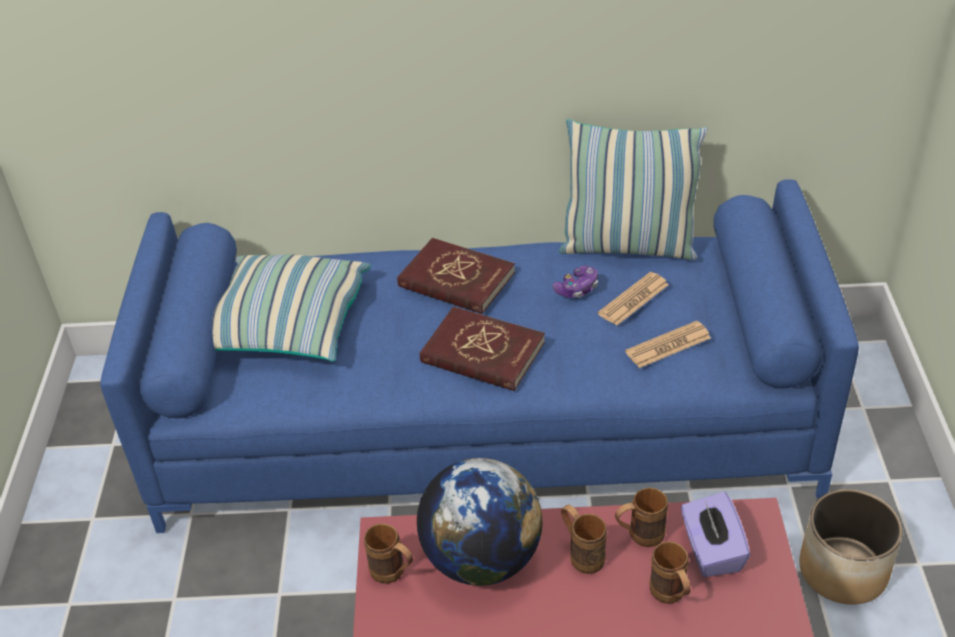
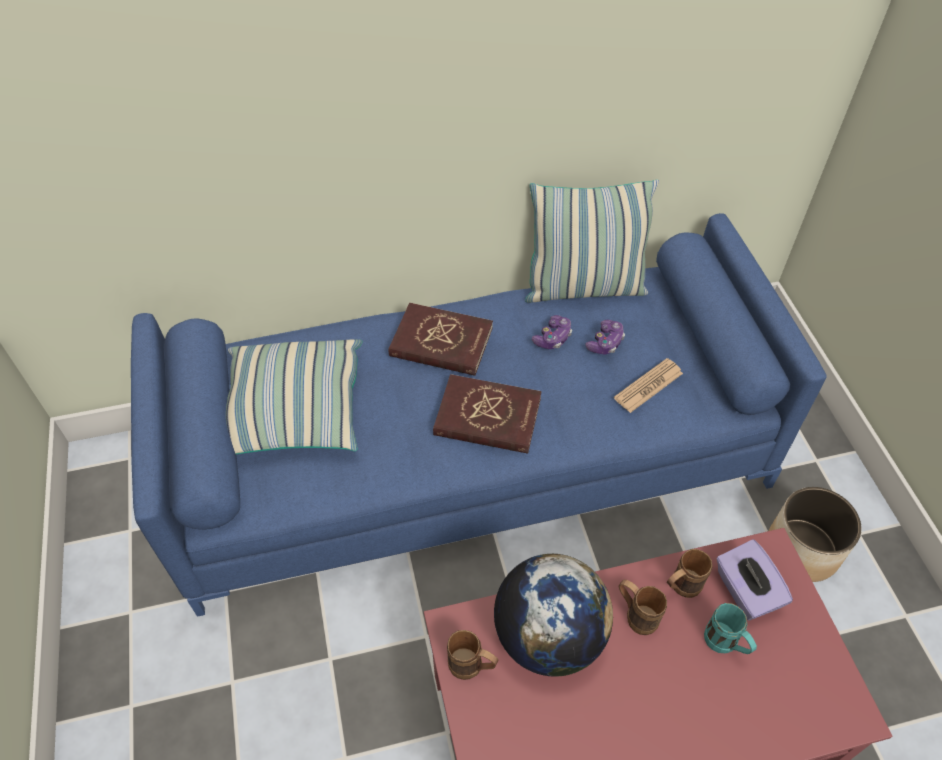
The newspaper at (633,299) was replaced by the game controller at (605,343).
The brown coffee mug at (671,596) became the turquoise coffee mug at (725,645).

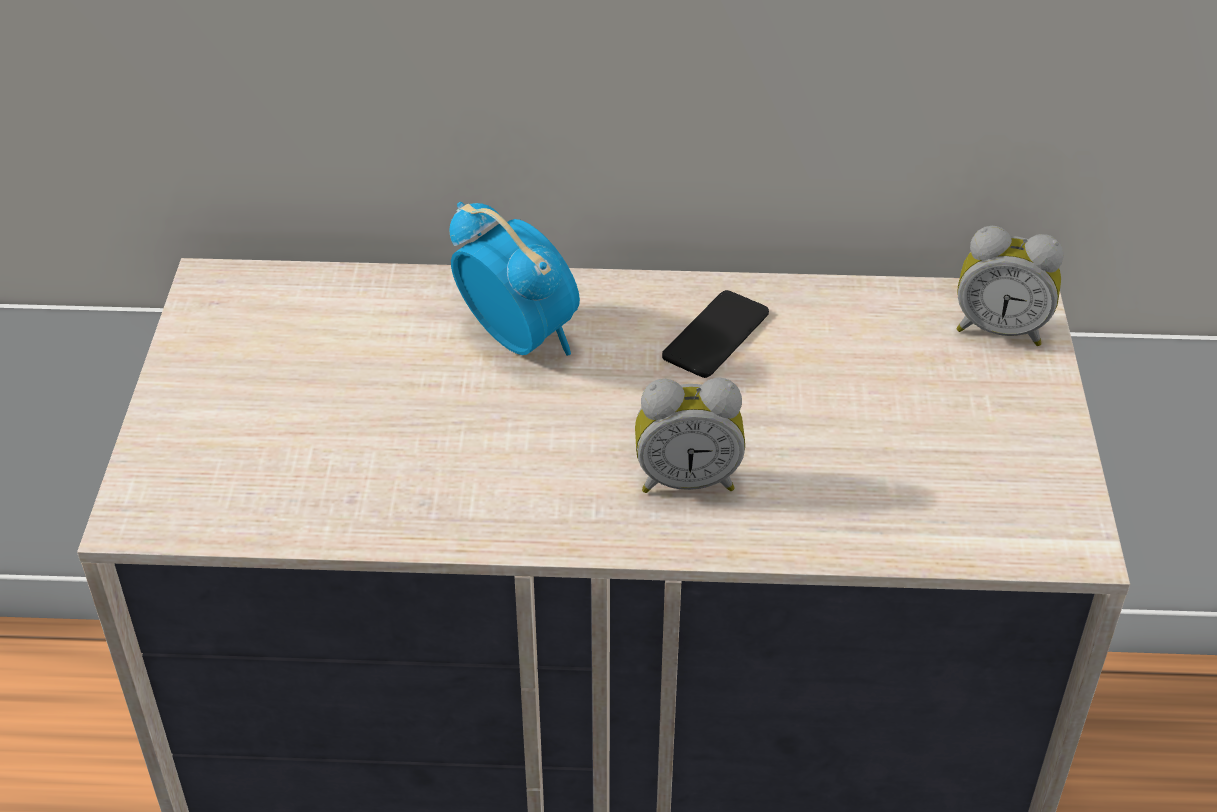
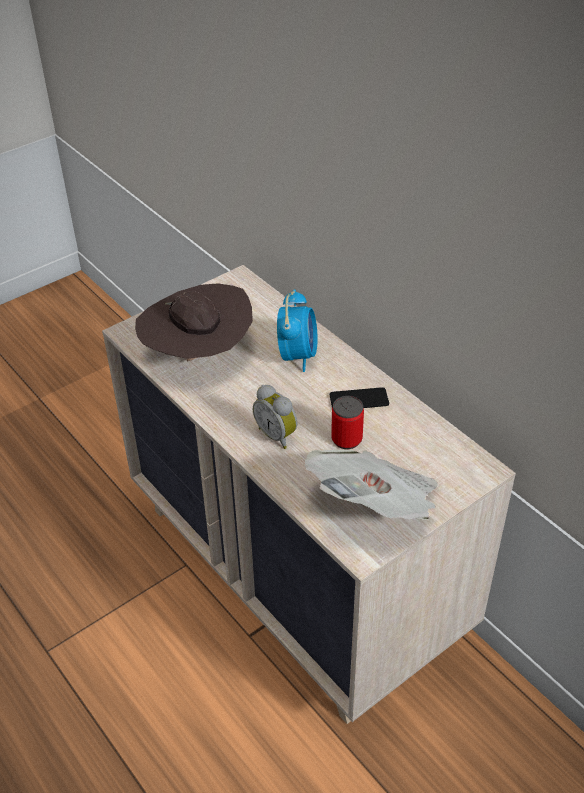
The table clock at (1000,328) disappeared.
The brown hat at (198,356) appeared.
The newspaper at (376,505) appeared.
The can at (346,439) appeared.

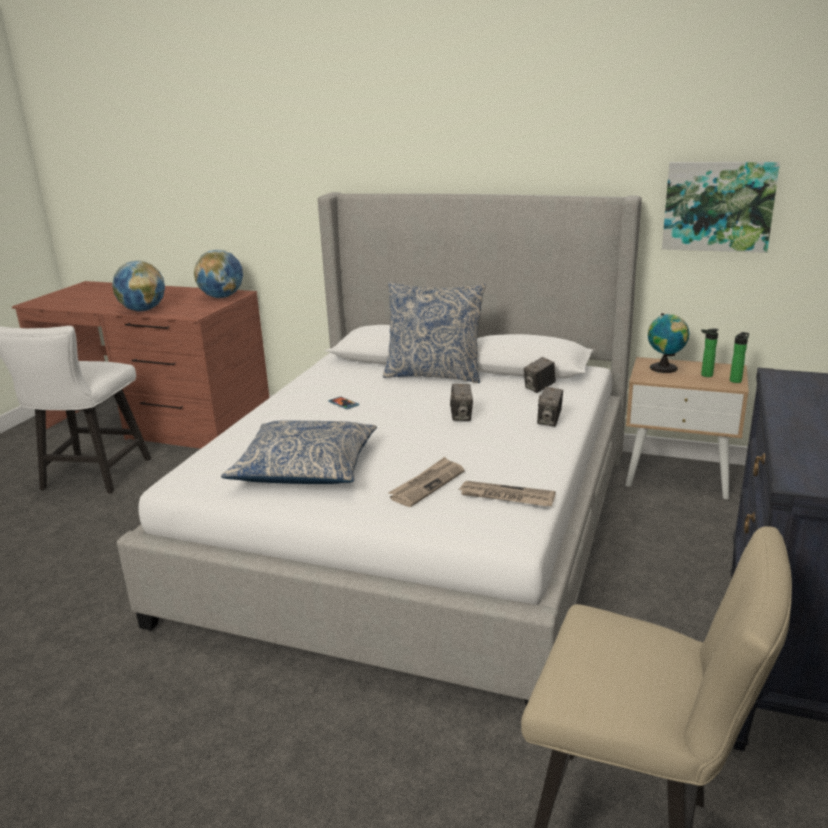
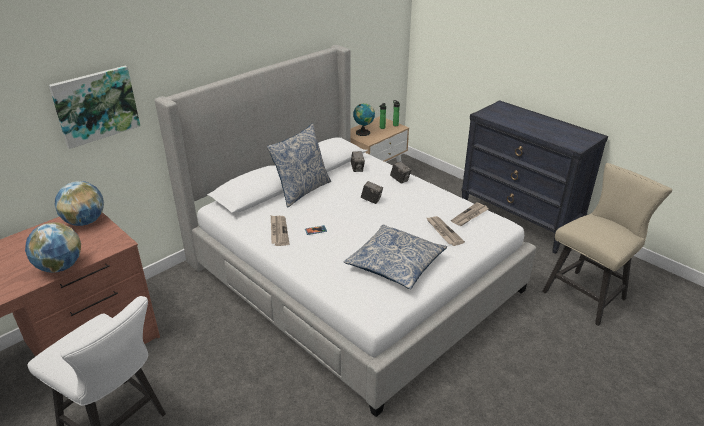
The wall picture moved from (718,206) to (96,105).
The newspaper at (278,231) appeared.

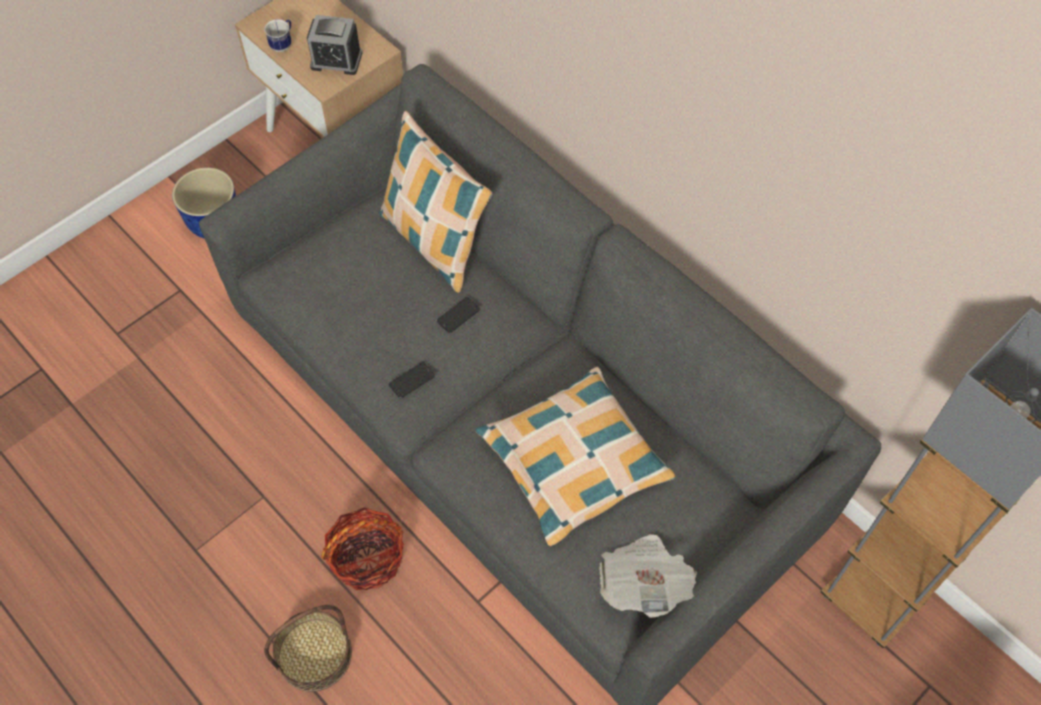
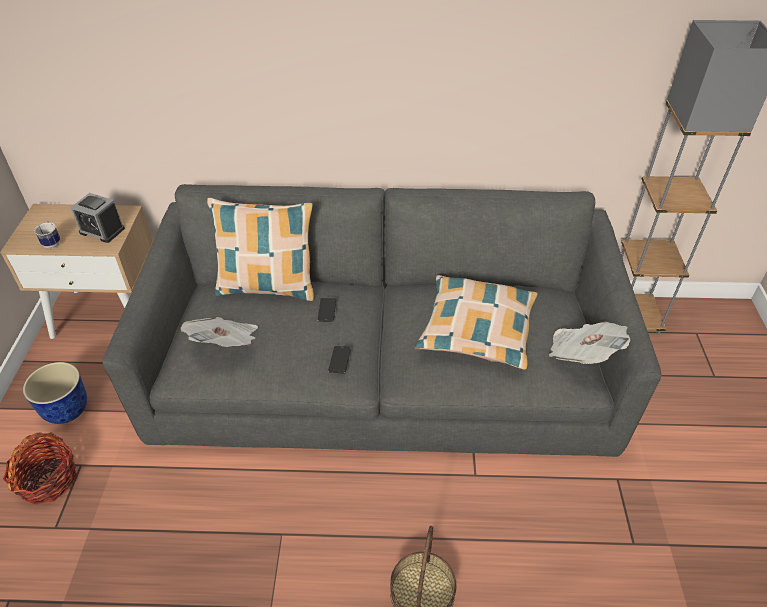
The table clock at (336,60) turned 60 degrees clockwise.
The household basket moved from (367,558) to (48,480).
The newspaper at (226,344) appeared.

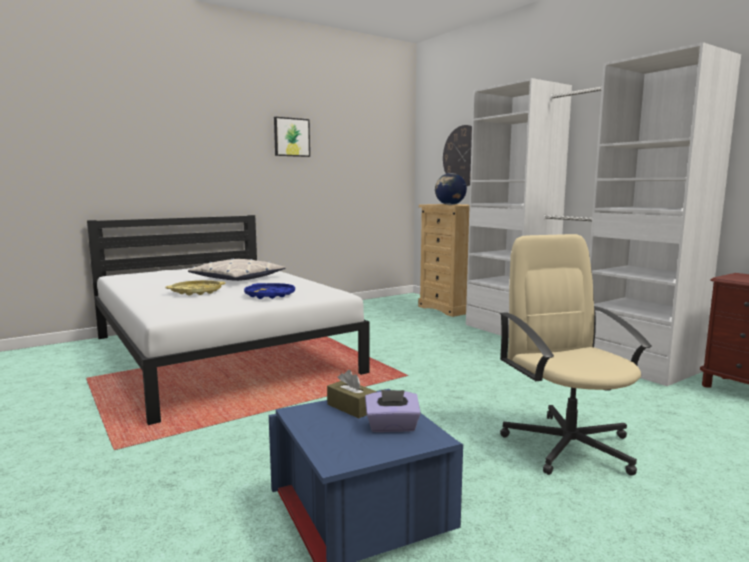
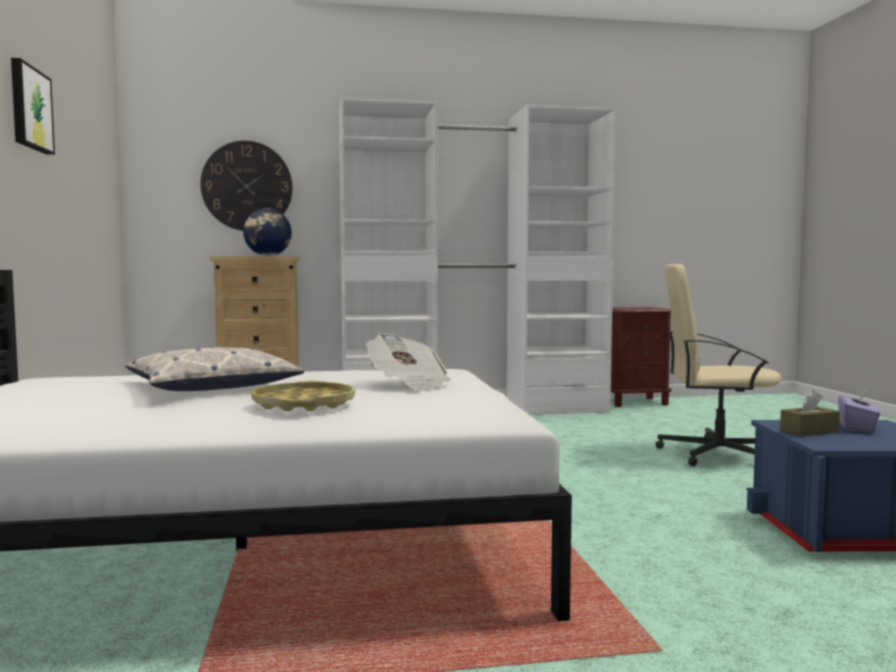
The blue serving tray at (270,295) was replaced by the newspaper at (408,385).

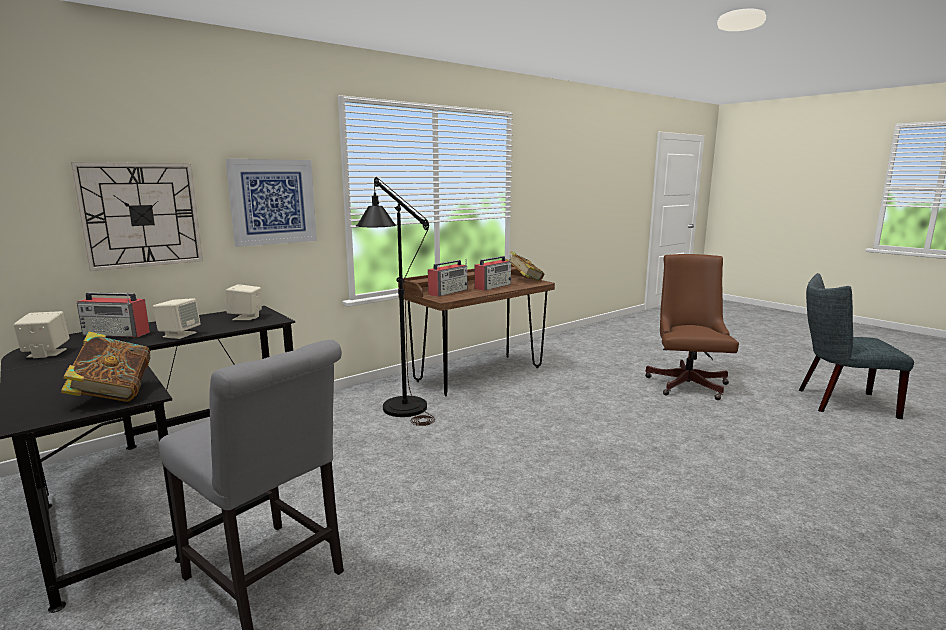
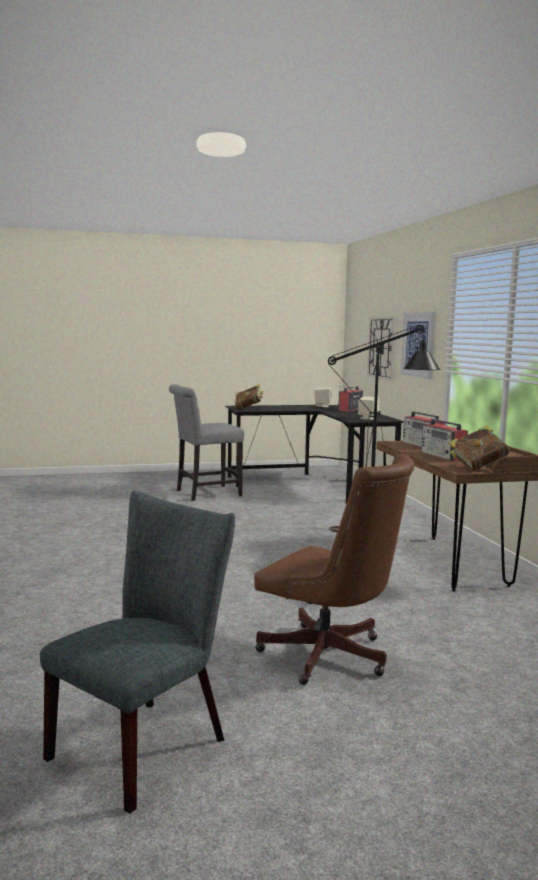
The sand-coloured audio speaker at (179,335) disappeared.

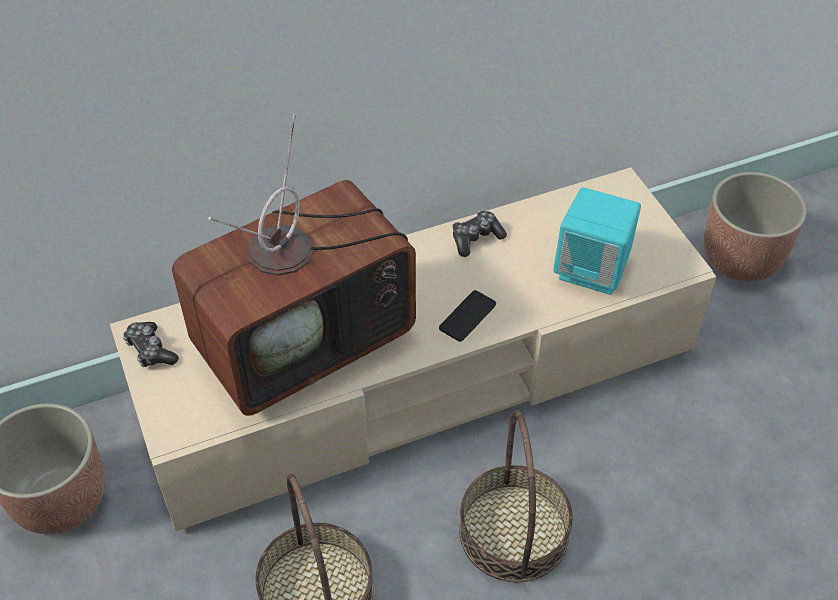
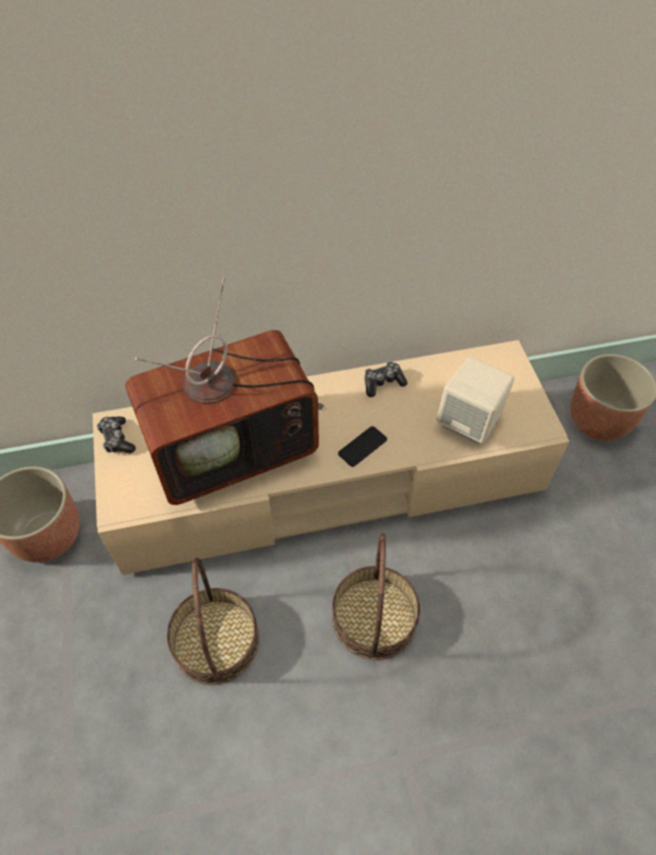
The turquoise audio speaker at (592,270) became the sand-coloured audio speaker at (469,422).

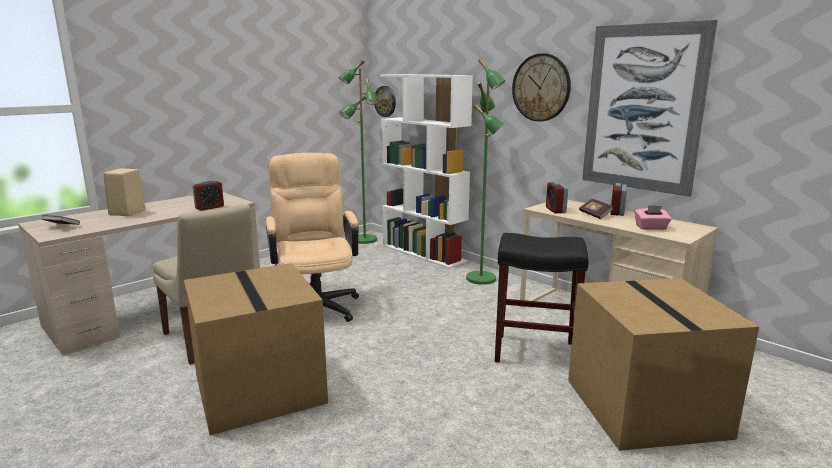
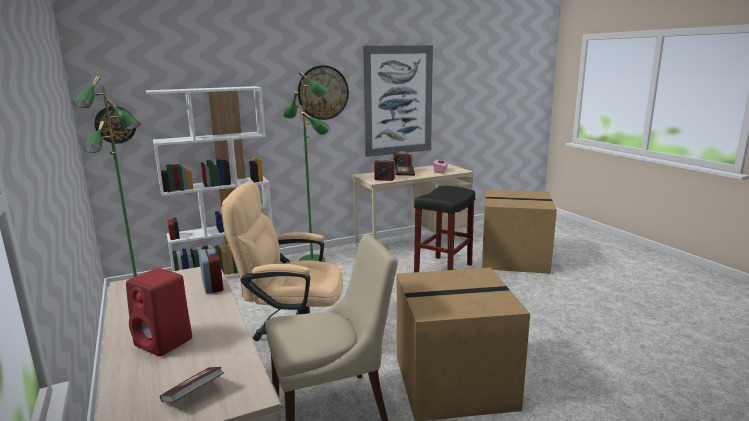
The sand-coloured audio speaker at (127,213) became the reddish audio speaker at (165,342).

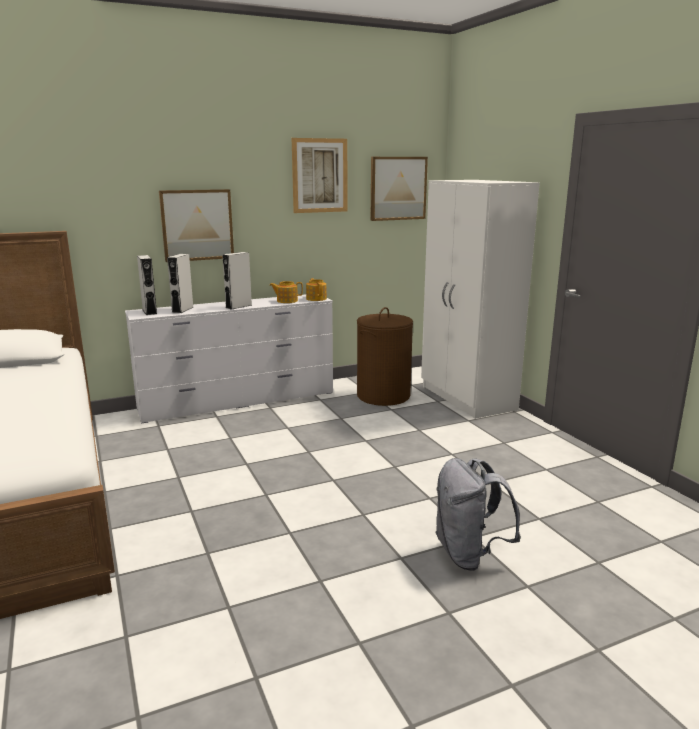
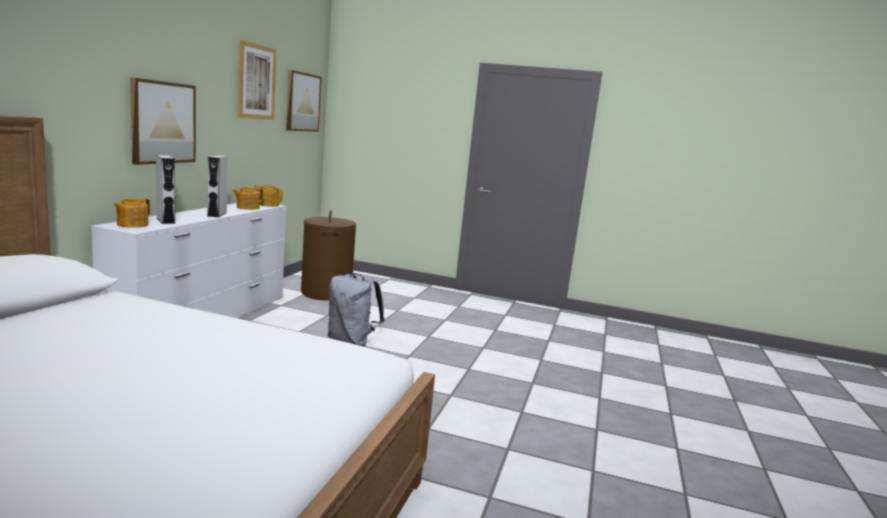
The grey audio speaker at (149,311) was replaced by the pot for tea at (131,225).
The white armoire at (467,398) disappeared.
The grey backpack moved from (469,555) to (351,341).

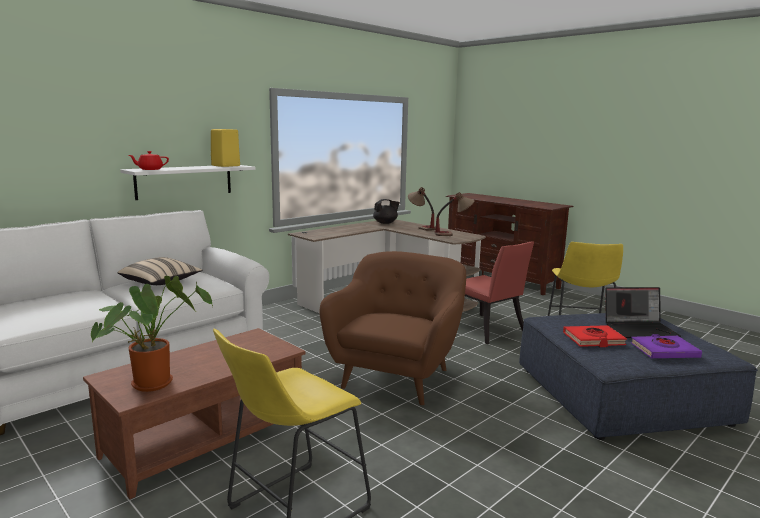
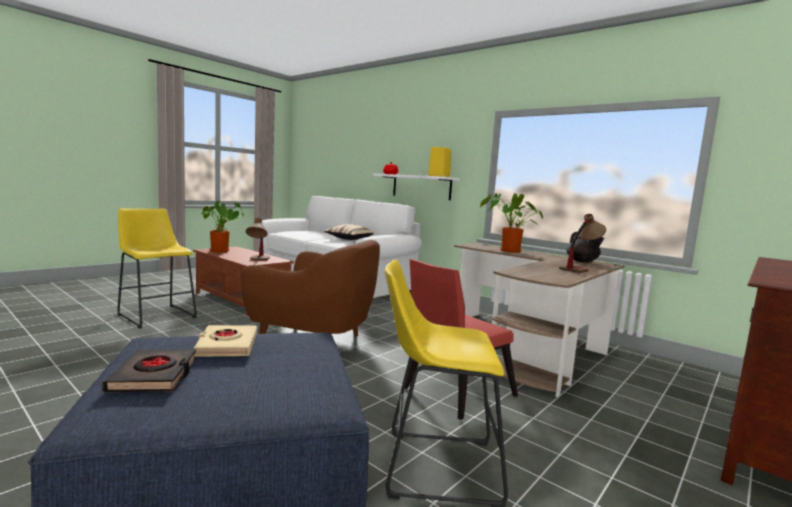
The table lamp moved from (453,234) to (258,260).
The reddish book at (593,340) became the sand-coloured book at (227,345).
The portable computer at (640,329) disappeared.
The purplish book at (664,351) became the black-coloured book at (154,376).
The potted plant at (508,251) appeared.

